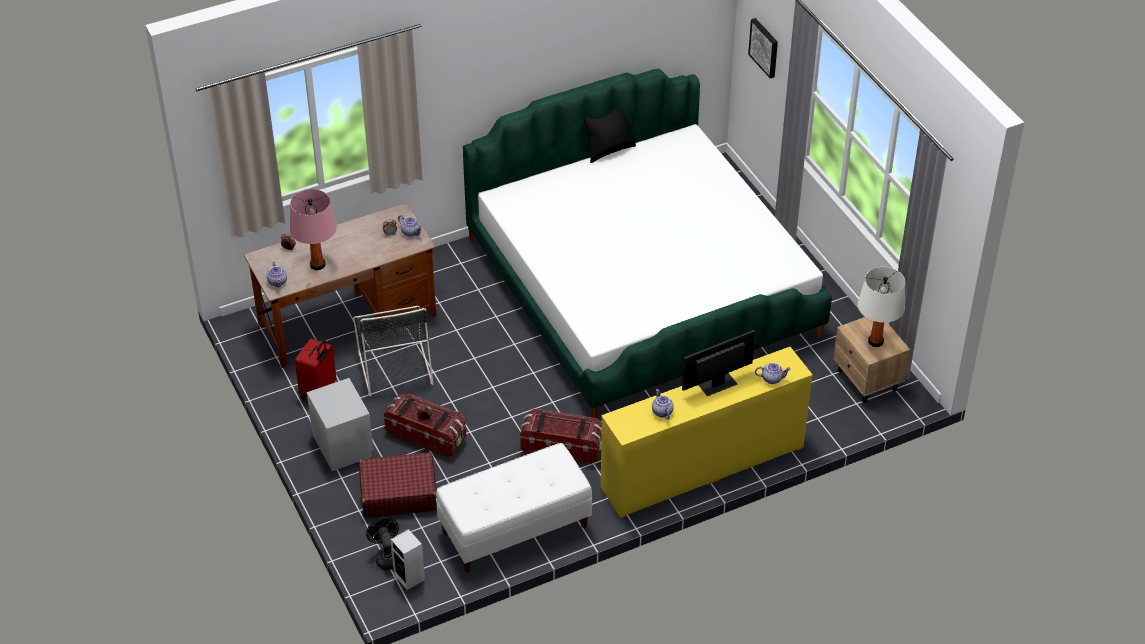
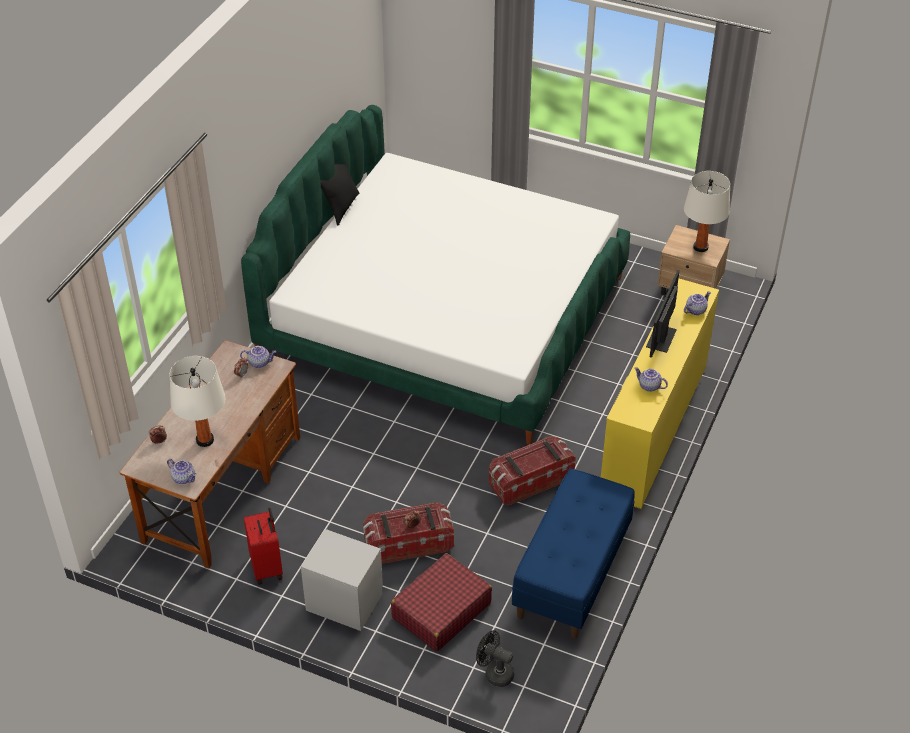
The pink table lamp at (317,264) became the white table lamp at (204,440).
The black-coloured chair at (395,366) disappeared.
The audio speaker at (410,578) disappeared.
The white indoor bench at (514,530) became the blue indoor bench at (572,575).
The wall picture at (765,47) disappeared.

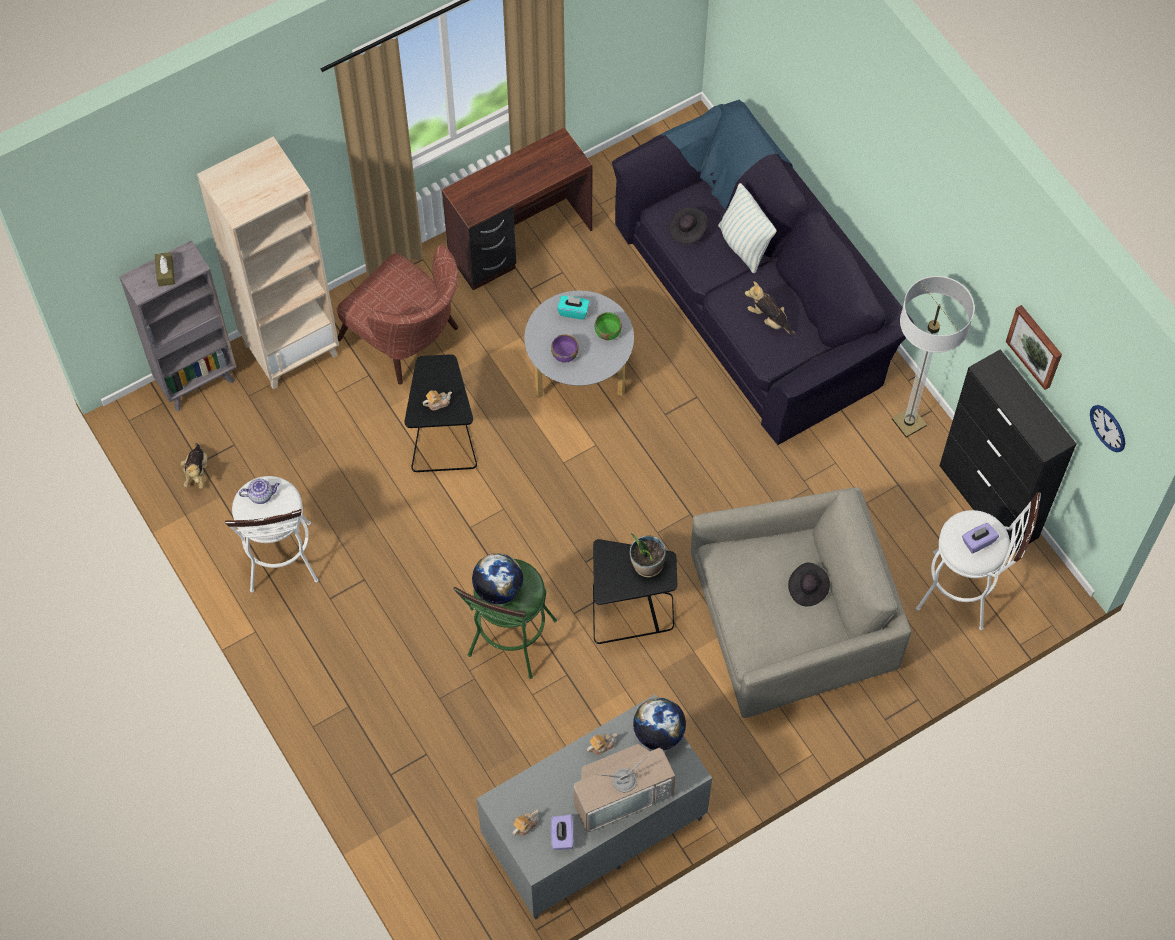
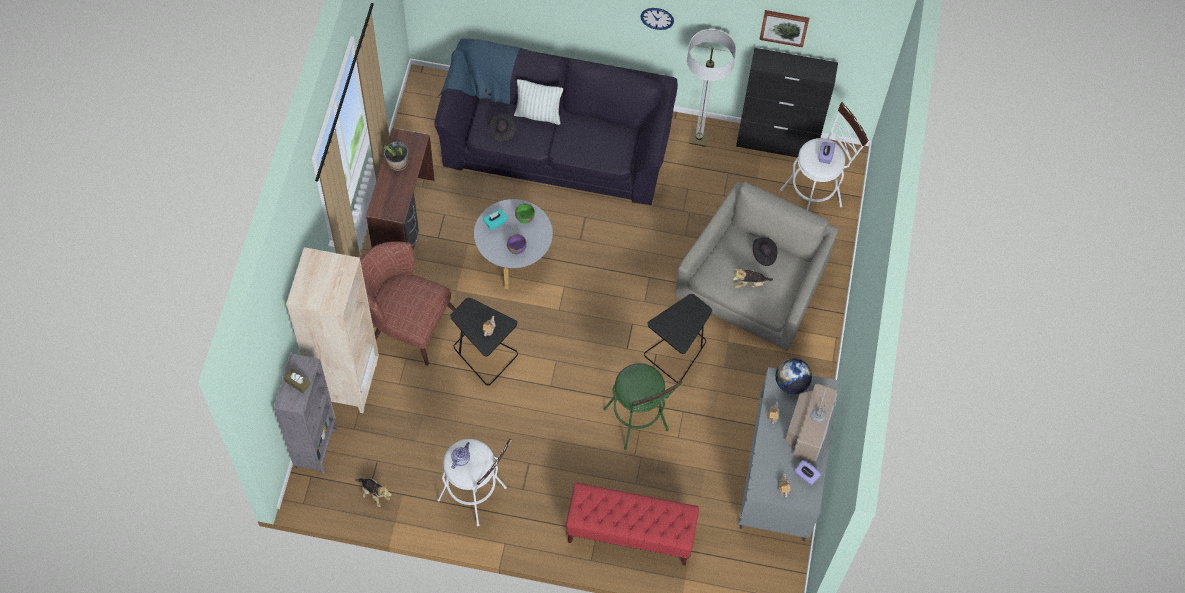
The brown easy chair at (407,341) turned 150 degrees counterclockwise.
The world globe at (498,589) disappeared.
The potted plant moved from (647,565) to (398,163).
The plush toy moved from (769,319) to (749,283).
The clock on the wall moved from (1108,428) to (657,18).
The reddish indoor bench at (630,533) appeared.

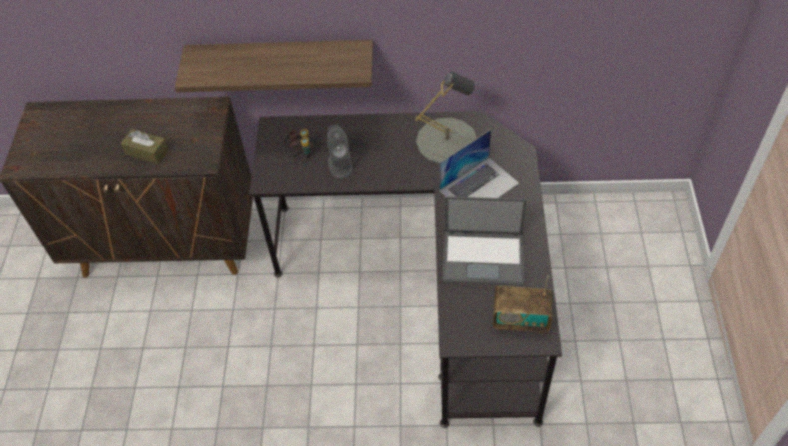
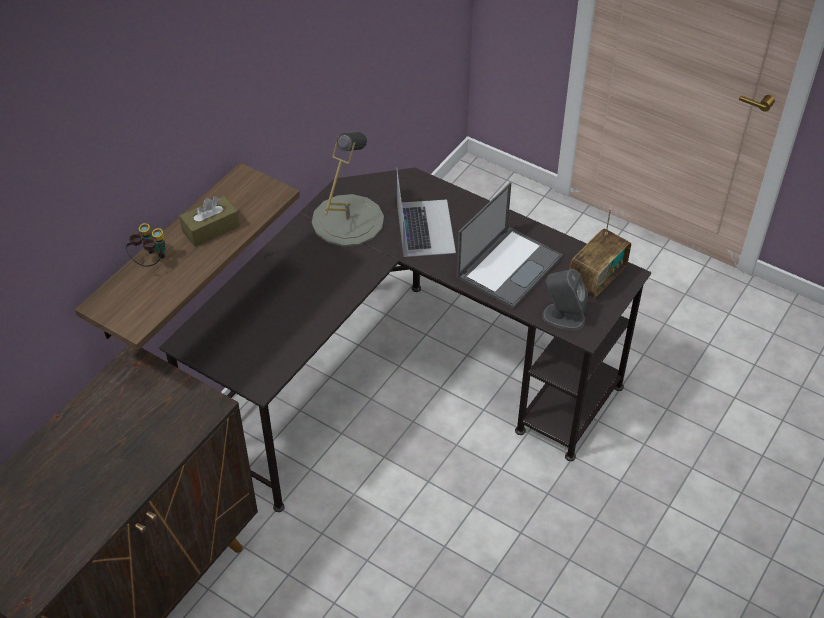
The brown box of tissues moved from (147,152) to (211,229).
The field glasses moved from (300,154) to (150,261).
The grey audio speaker moved from (340,164) to (563,317).

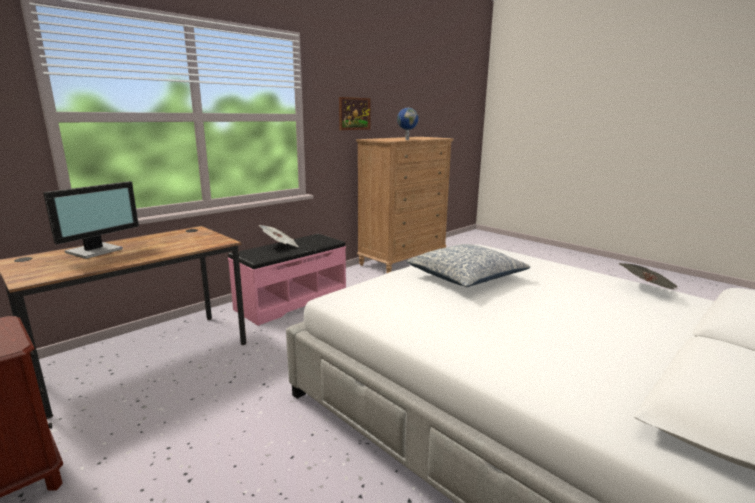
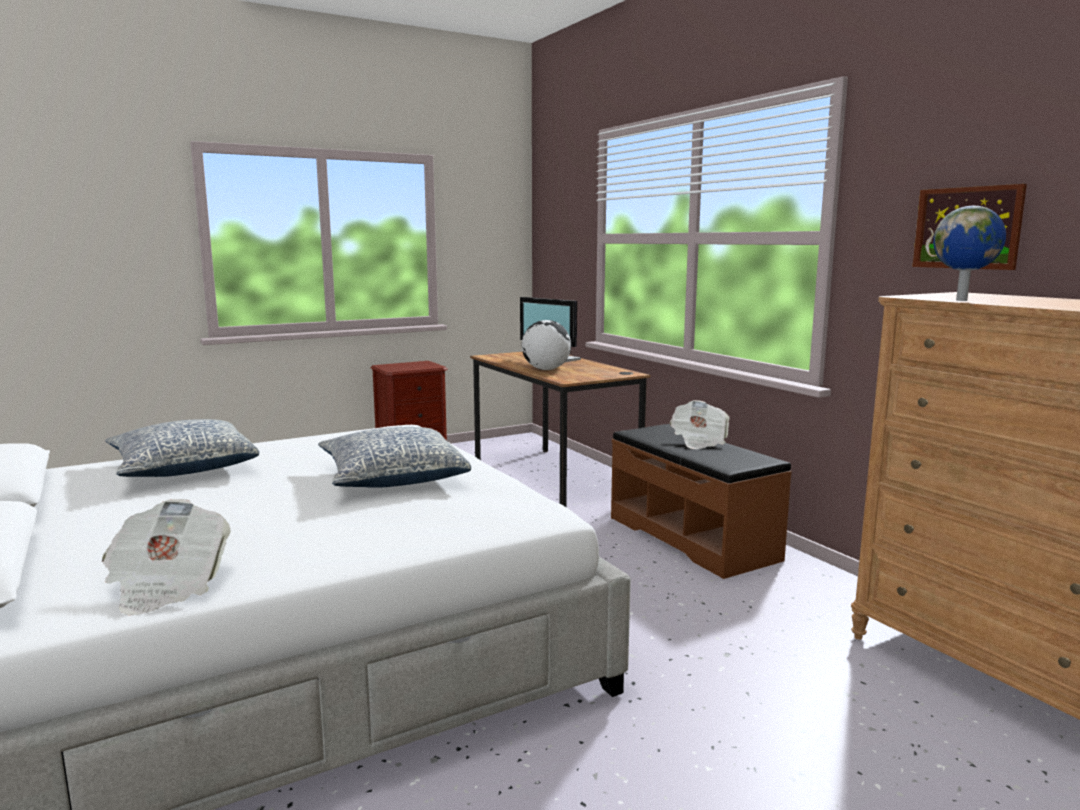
The pink indoor bench at (291,301) became the brown indoor bench at (692,537).
The cushion at (183,468) appeared.
The world globe at (546,369) appeared.

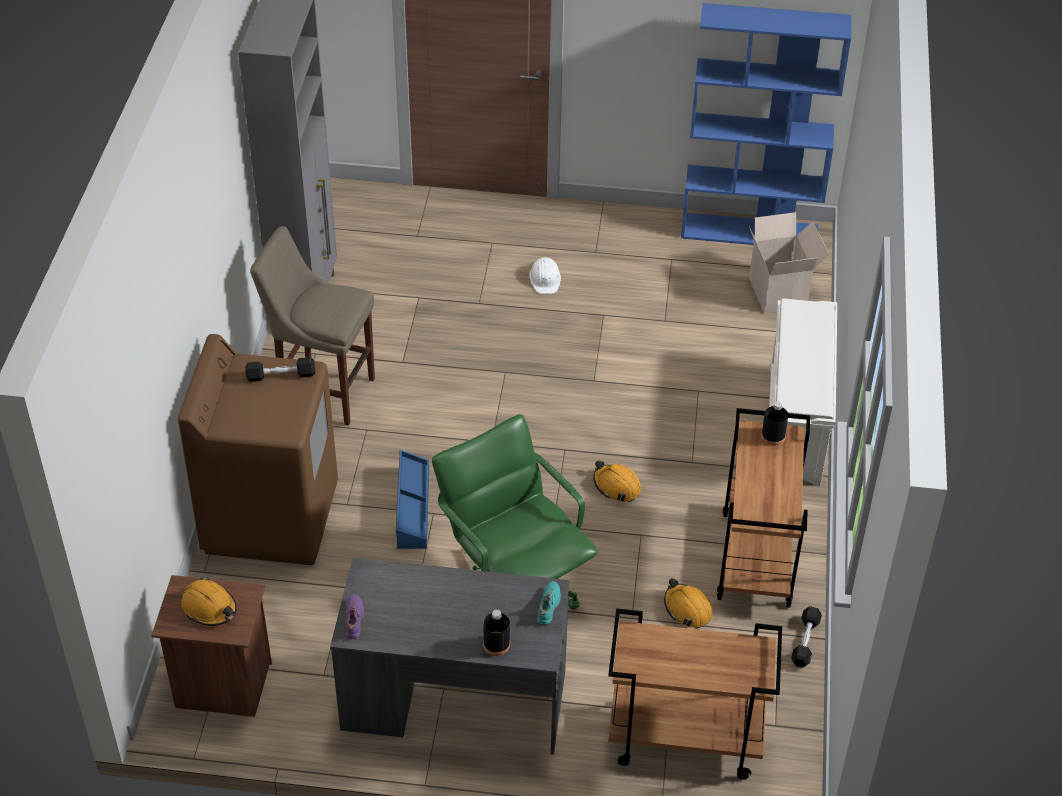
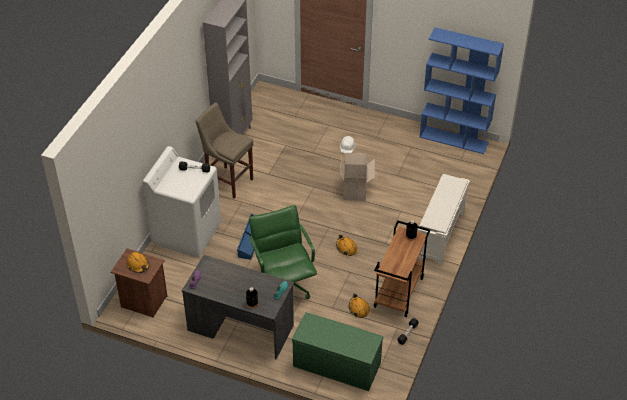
The brown laundry appliance at (271,517) became the white laundry appliance at (187,233).
The brown trolley at (683,740) was replaced by the green-coloured indoor bench at (336,365).
The cardboard box moved from (780,293) to (355,191).

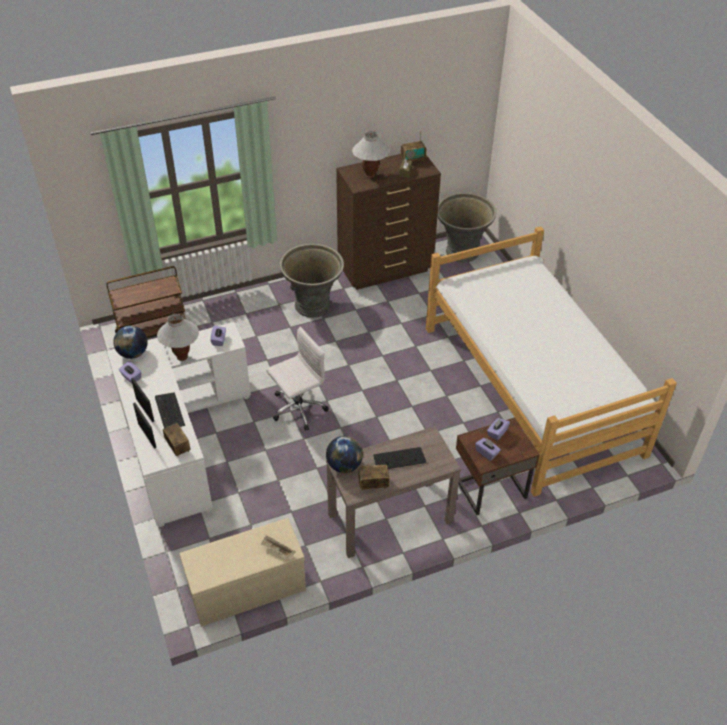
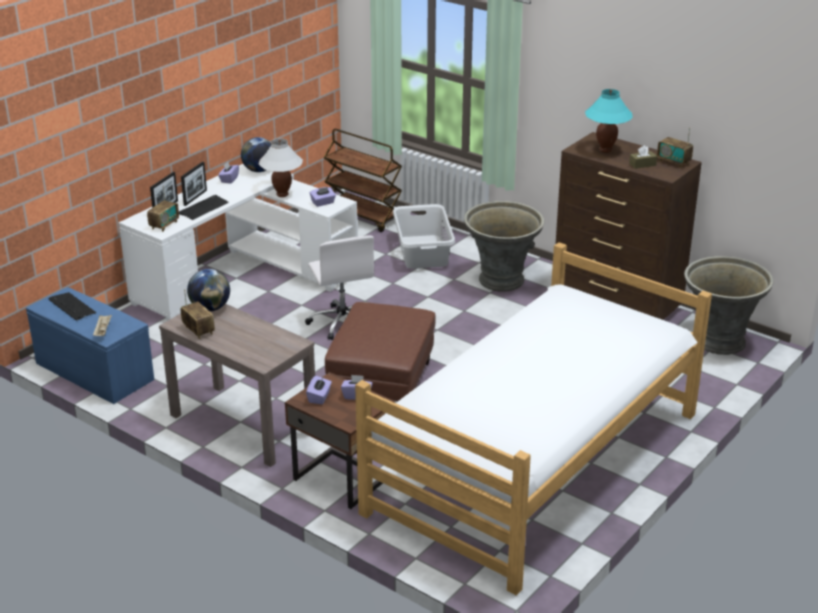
The sand-coloured indoor bench at (246,589) became the blue indoor bench at (93,371).
The white computer chair at (297,408) turned 45 degrees clockwise.
The white table lamp at (370,176) became the turquoise table lamp at (605,150).
The keyboard moved from (399,459) to (72,307).
The brown ottoman at (381,383) appeared.
The grey hamper at (423,251) appeared.

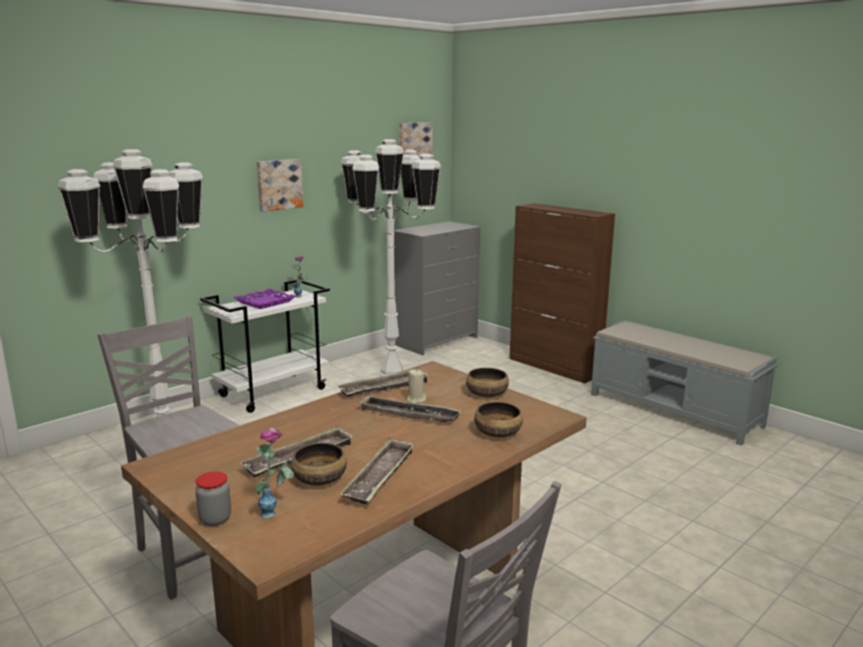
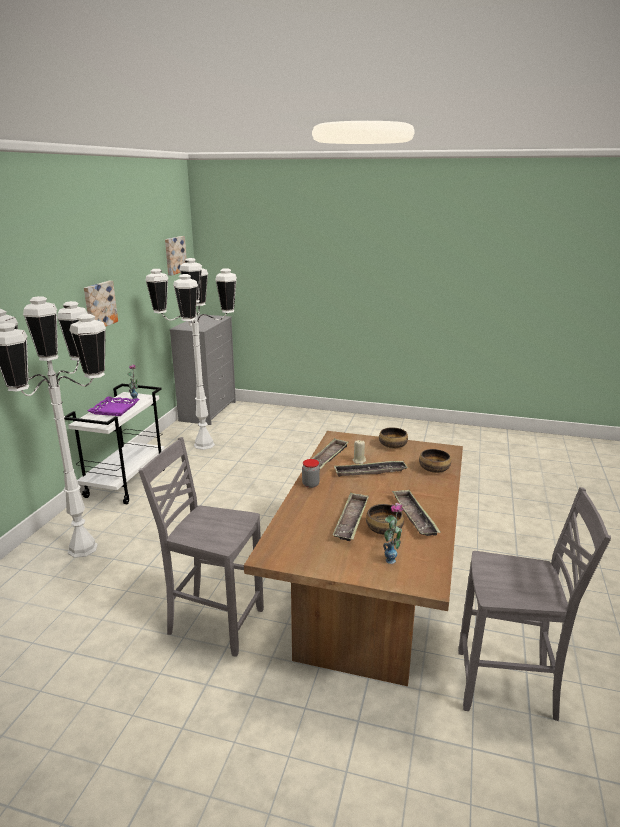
The storage jar moved from (215,519) to (310,484).
The brown cabinet at (554,367) disappeared.
The grey indoor bench at (675,410) disappeared.

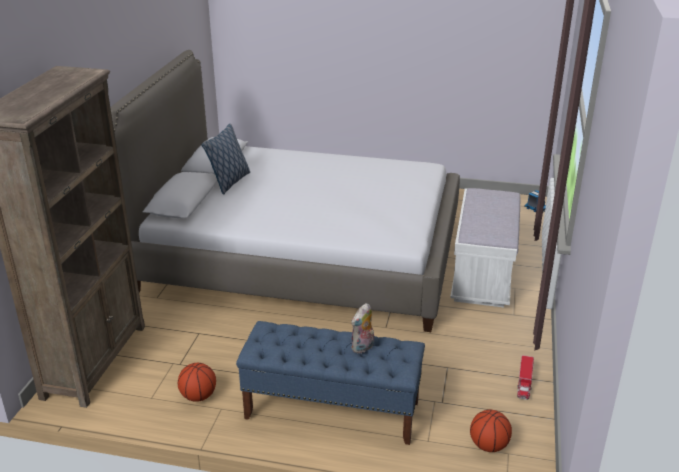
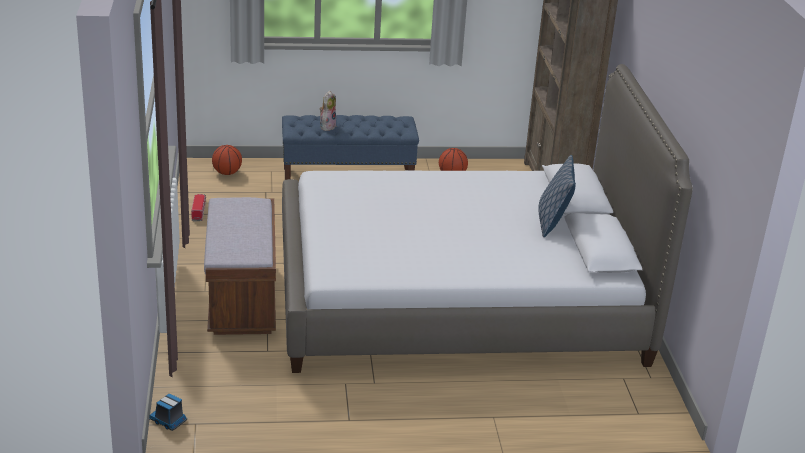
The white indoor bench at (482,276) became the brown indoor bench at (242,300).

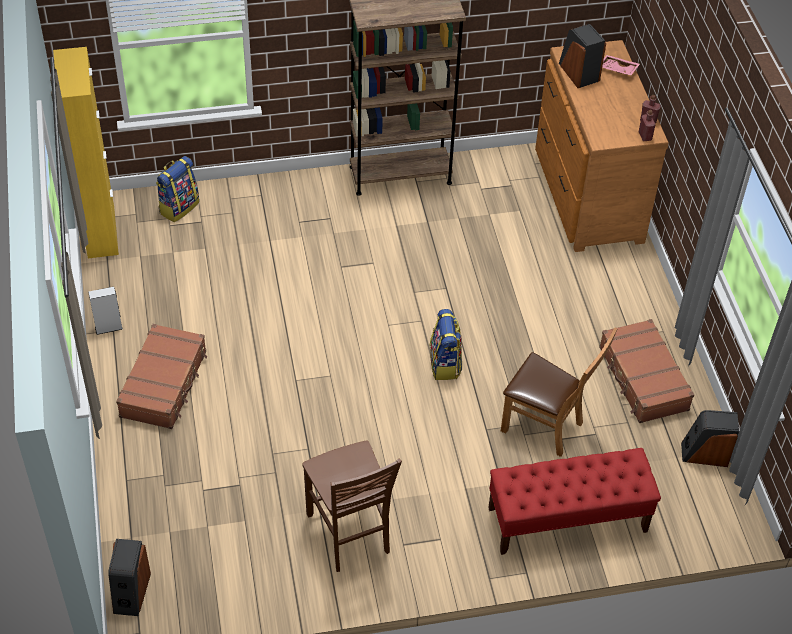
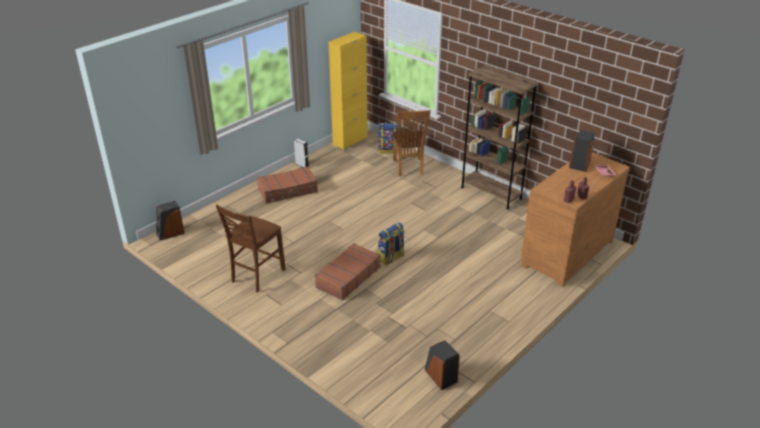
The reddish indoor bench at (567,520) disappeared.
The brown chair moved from (547,427) to (409,168).
The brown suitcase moved from (642,379) to (347,277).

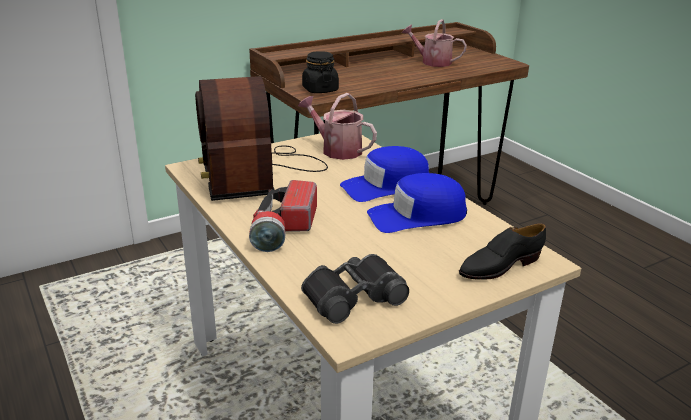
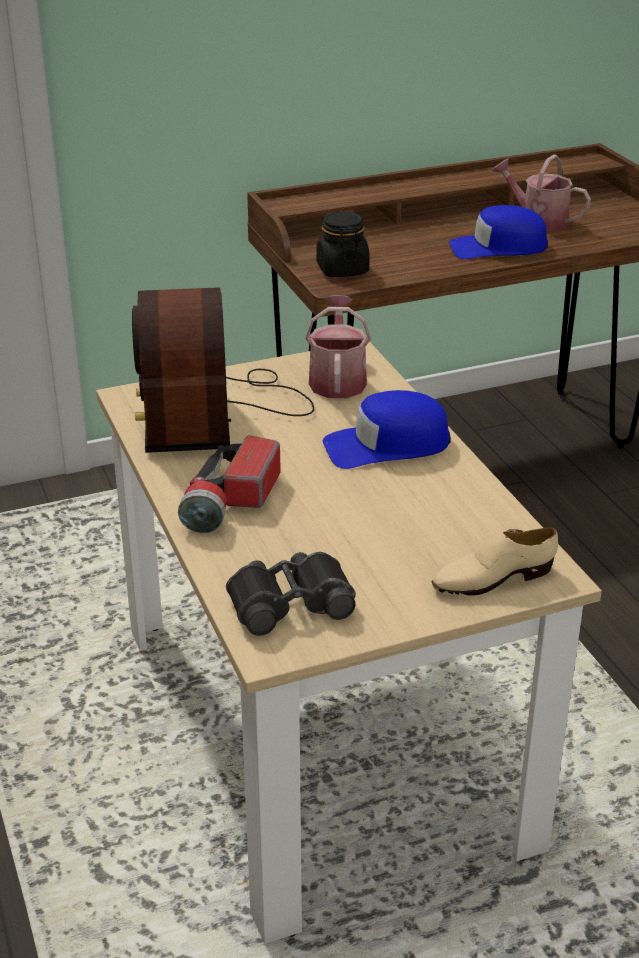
The watering can at (337,149) turned 45 degrees clockwise.
The blue peaked cap moved from (417,216) to (498,247).
The black-coloured item of footwear at (500,266) became the sand-coloured item of footwear at (492,578).

